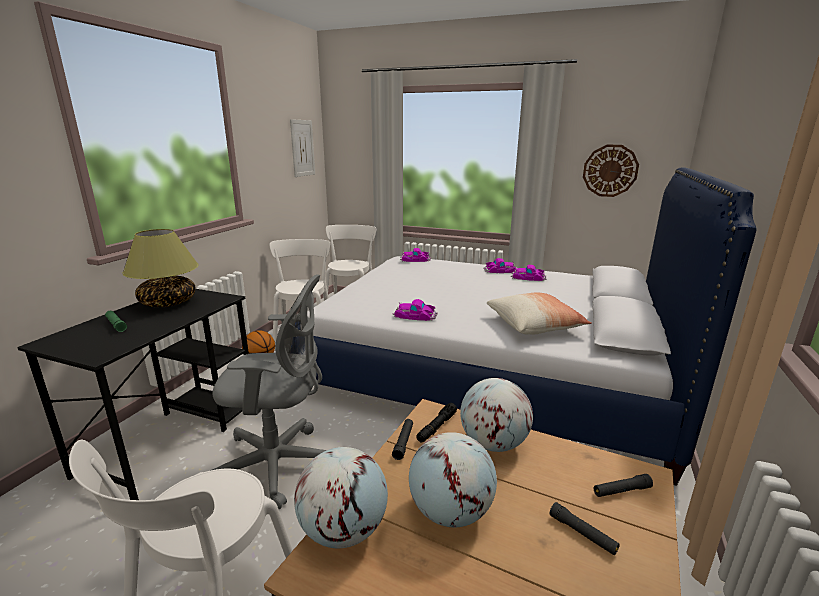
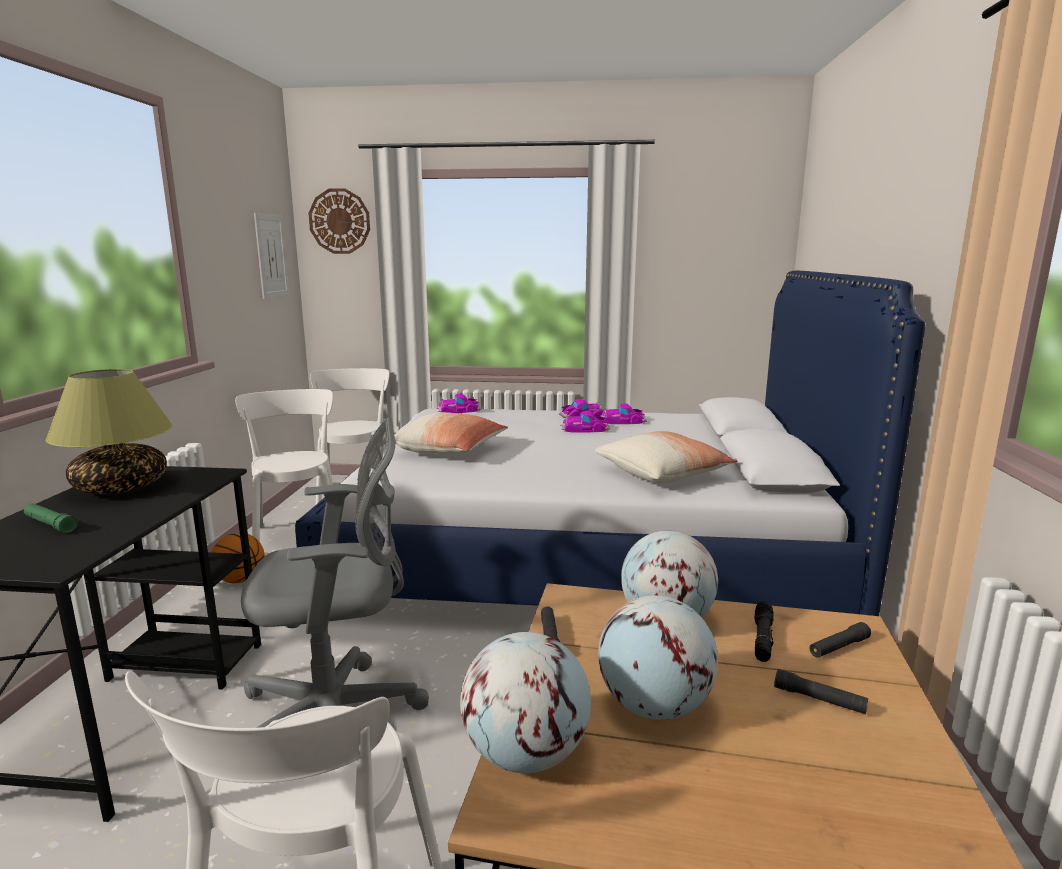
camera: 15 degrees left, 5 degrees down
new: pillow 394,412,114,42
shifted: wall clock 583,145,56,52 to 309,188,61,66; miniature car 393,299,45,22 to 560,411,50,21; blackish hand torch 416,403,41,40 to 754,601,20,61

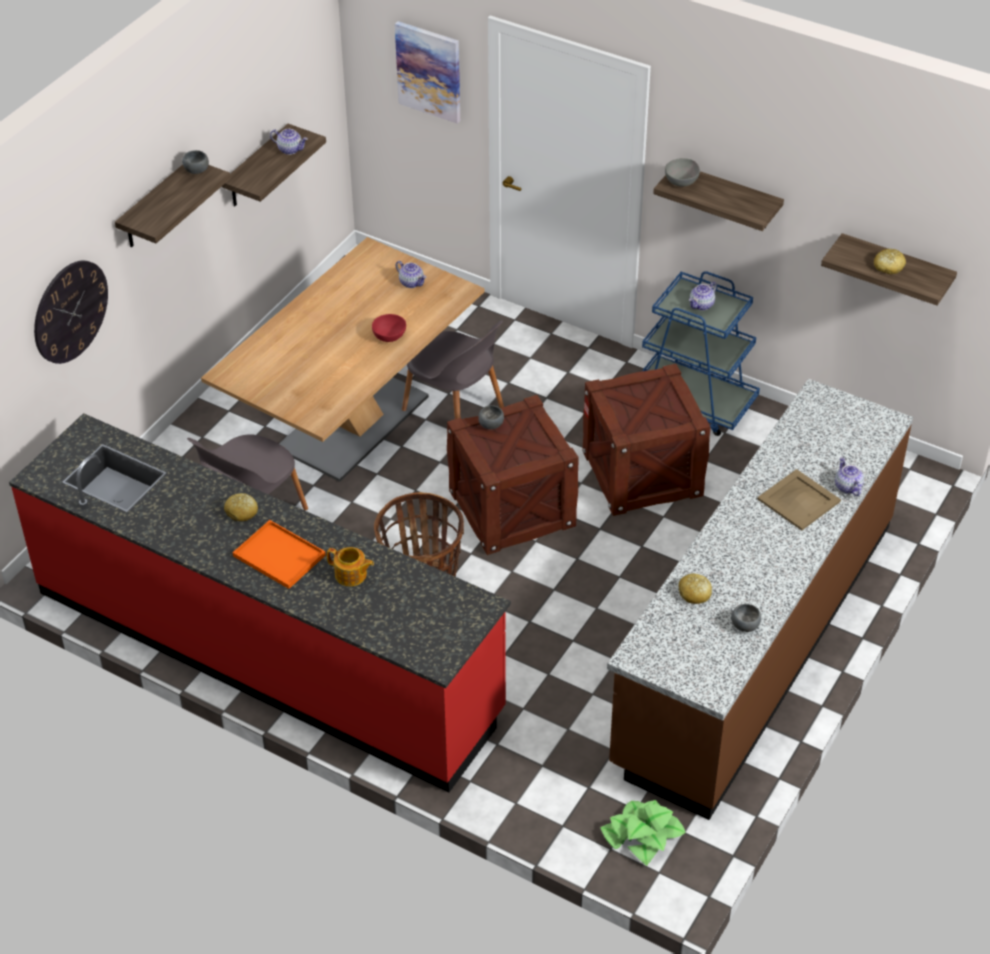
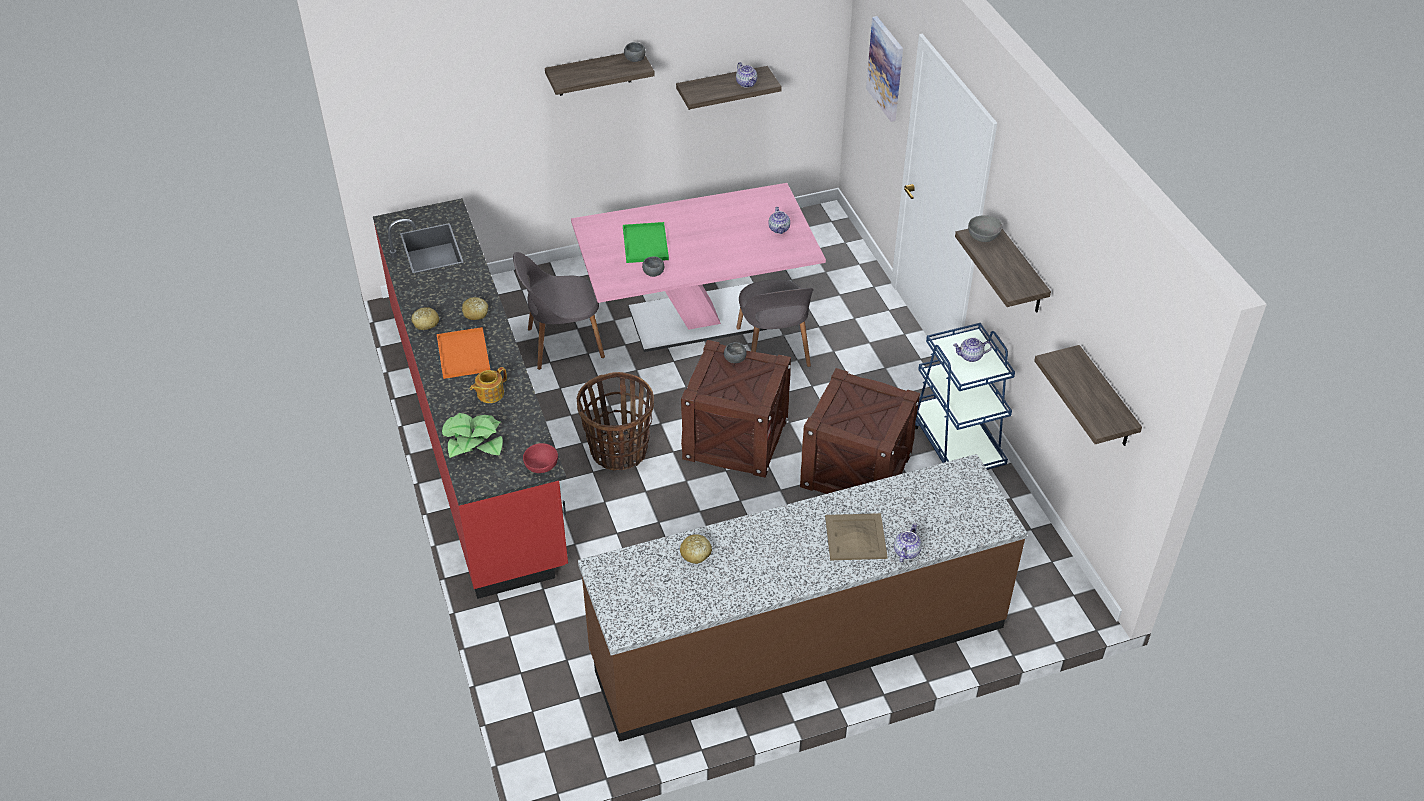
camera: 40 degrees right, 0 degrees up
gone: wall clock 34,261,74,103
new: green tray 623,222,46,41
shifted: bakery bread 874,249,32,25 to 411,307,28,23; red-coloured deep dish 372,314,34,28 to 523,443,35,30; greyish deep dish 731,604,30,28 to 642,256,22,21; houseplant 600,800,86,66 to 442,413,61,45
repainted: brownish kitchen table 201,237,284,245 to pinkish kitchen table 571,183,255,169
rotated: tea pot 327,547,47,39 = 470,367,37,36 75 degrees clockwise

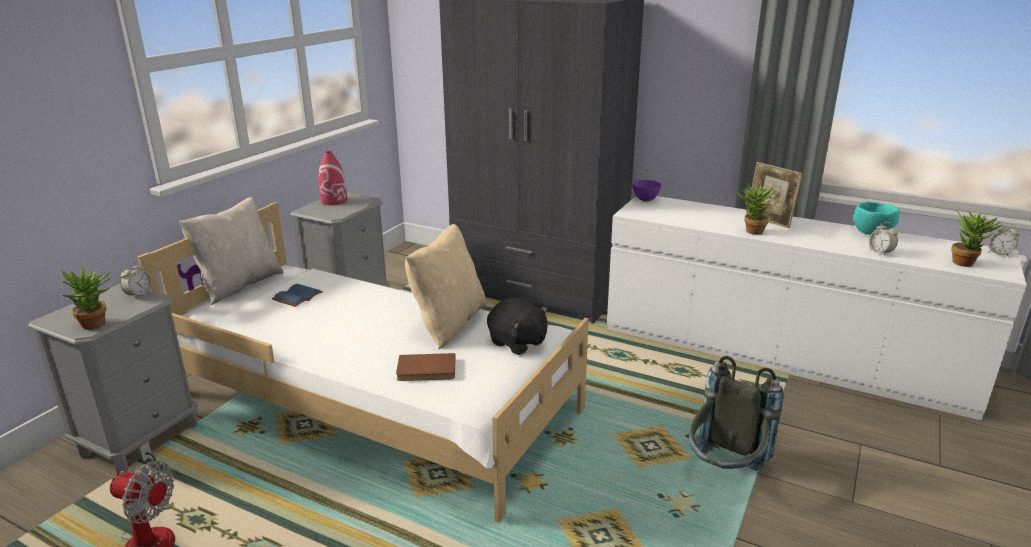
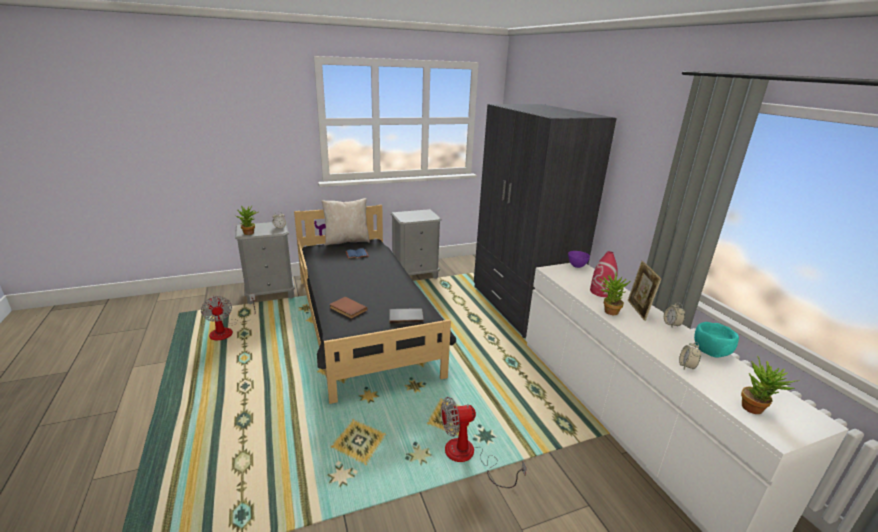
camera: 40 degrees right, 0 degrees up
gone: beige-coloured pillow 405,224,82,125
shifted: red-coloured flower vase 318,151,29,54 to 590,251,28,46; alarm clock 988,223,32,34 to 664,302,21,25
swapped: blackish plush toy 487,298,61,57 to greyish book 389,308,35,16; greyish backpack 689,356,95,115 to cooling fan 441,397,86,91
repainted: white-coloured bedroom bed 137,202,452,321 to blackish bedroom bed 294,205,162,199

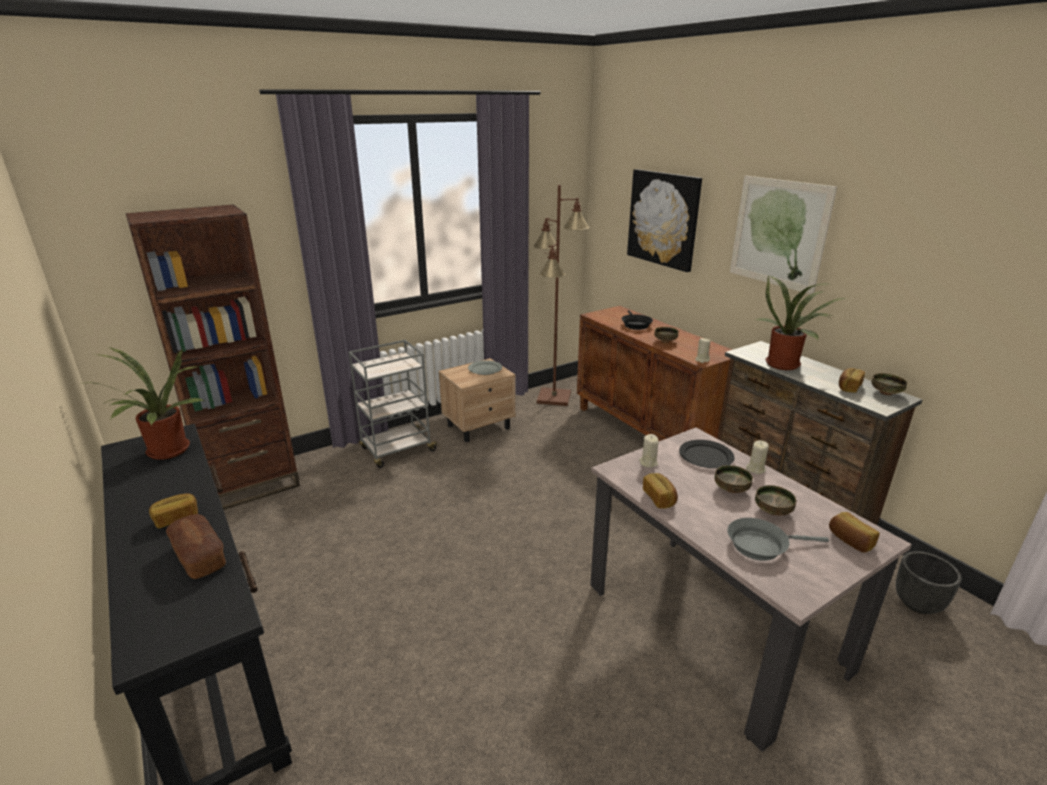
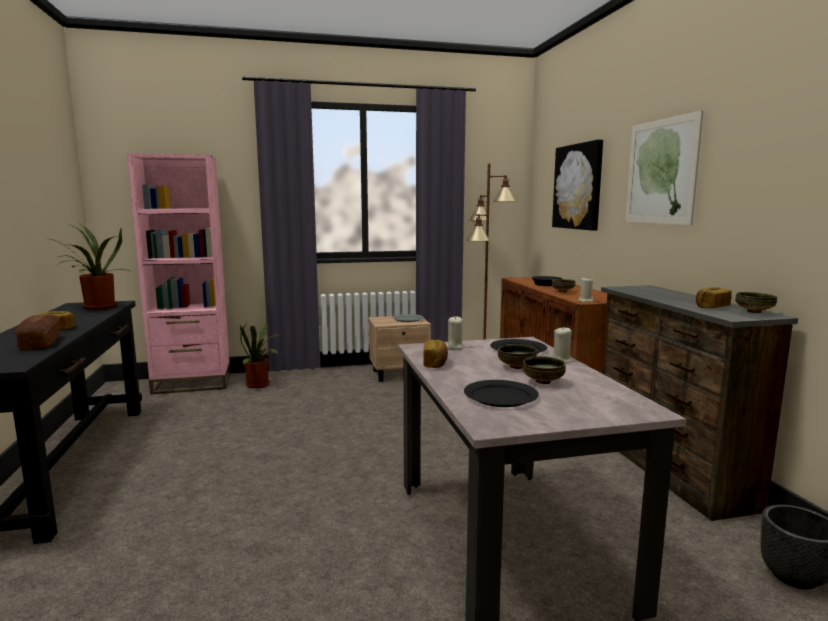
camera: 20 degrees right, 15 degrees down
gone: greyish wheeled cart 348,340,91,128; bakery bread 829,512,51,40
shifted: houseplant 755,275,90,95 to 240,321,43,67
swapped: greyish skillet 727,518,102,43 to blackish dinner plate 464,380,75,27
repainted: brownish shelving unit 125,204,175,306 to pinkish shelving unit 127,153,104,242

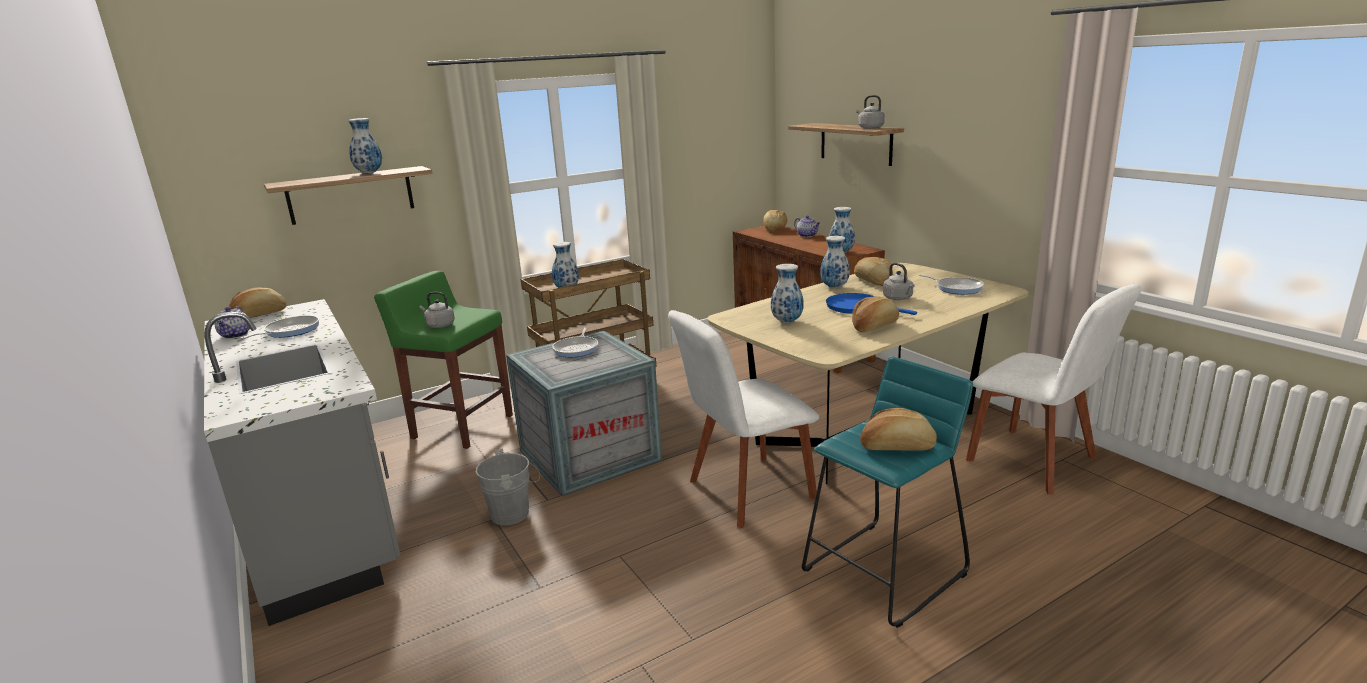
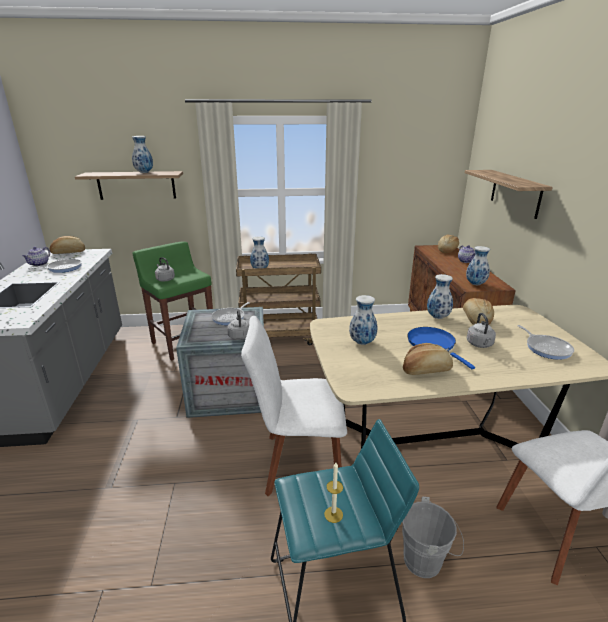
camera: 25 degrees right, 5 degrees up
shifted: greyish kettle 856,95,29,34 to 227,310,22,30; greyish water bucket 476,449,64,76 to 402,497,62,81
swapped: bakery bread 860,408,77,43 to wax light 324,463,19,60

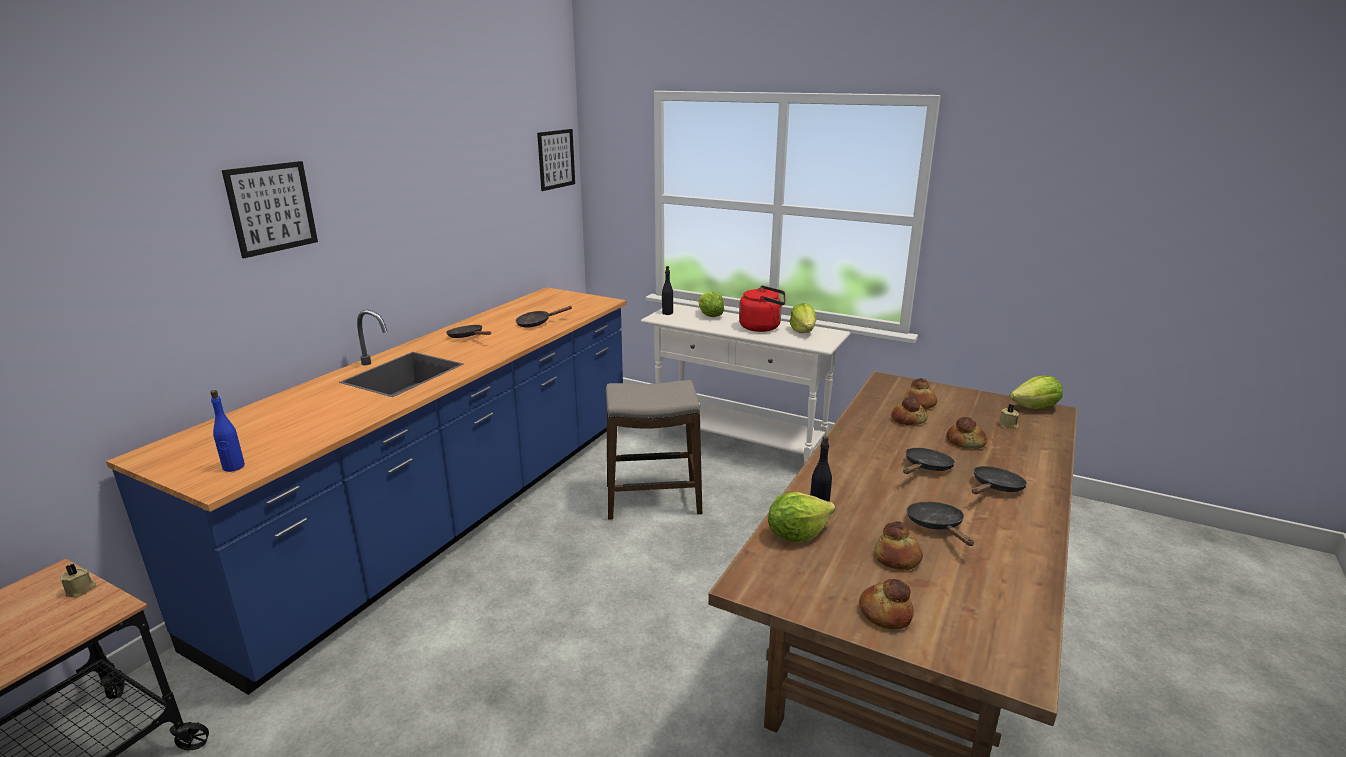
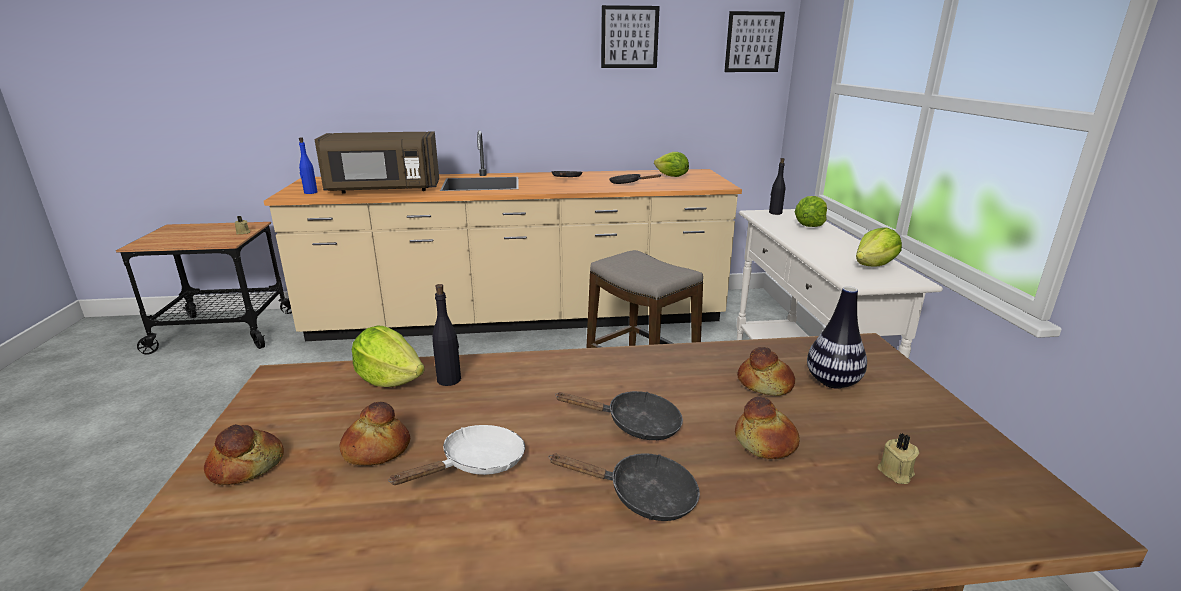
camera: 55 degrees right, 0 degrees up
gone: red-coloured kettle 739,286,46,46
new: brownish kitchen microwave 315,131,124,63
shifted: wall art 222,161,96,97 to 601,5,59,63; lettuce head 1010,376,53,33 to 654,152,35,25
swapped: bakery bread 904,378,33,31 to flower vase 807,286,60,103
repainted: blue kitchen counter 106,287,521,408 to beige-coloured kitchen counter 264,131,478,210; blackish skillet 907,502,67,44 to white-coloured skillet 388,425,137,60

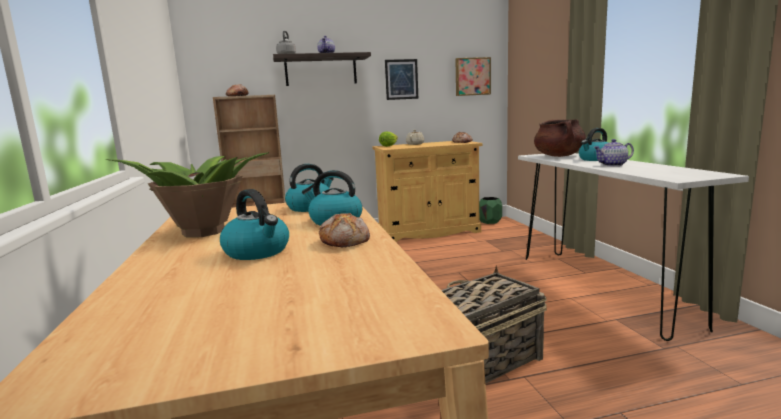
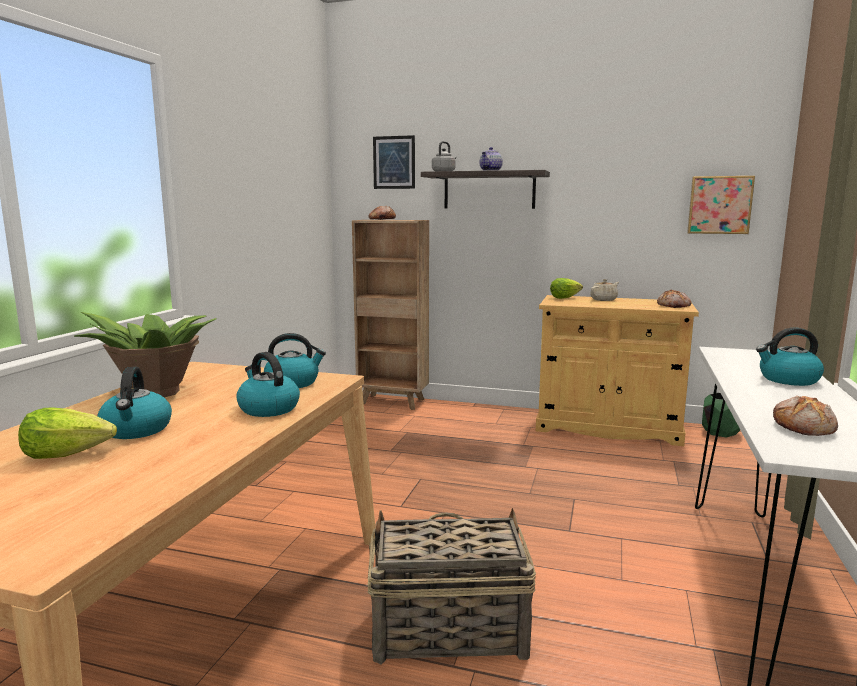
camera: 30 degrees right, 0 degrees up
gone: brownish cooking pot 534,119,52,38; tea pot 593,139,41,27
new: lettuce head 18,407,99,52
shifted: wall art 385,59,33,41 to 373,135,42,54; bakery bread 319,213,51,34 to 773,396,65,40

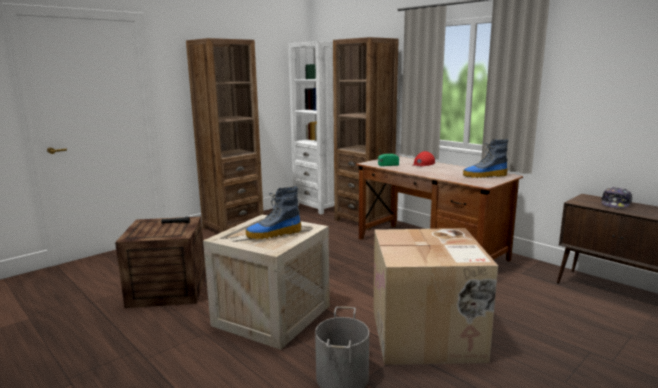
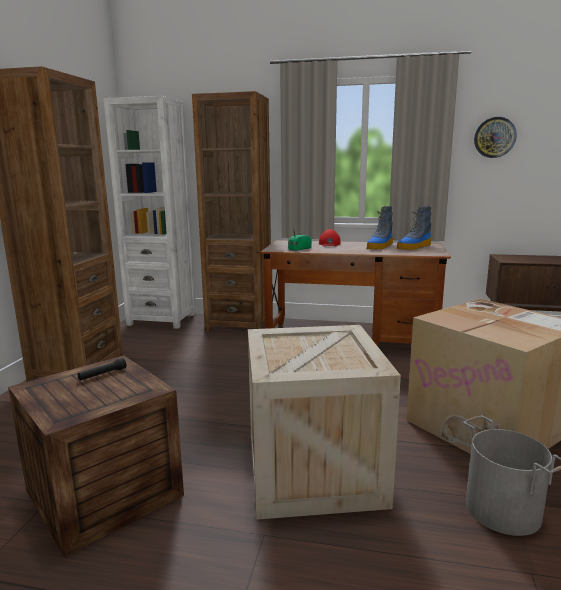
camera: 35 degrees left, 0 degrees up
gone: peaked cap 601,187,31,21
new: wall clock 474,117,43,41
shifted: tall boot 246,186,55,54 to 367,206,26,44

